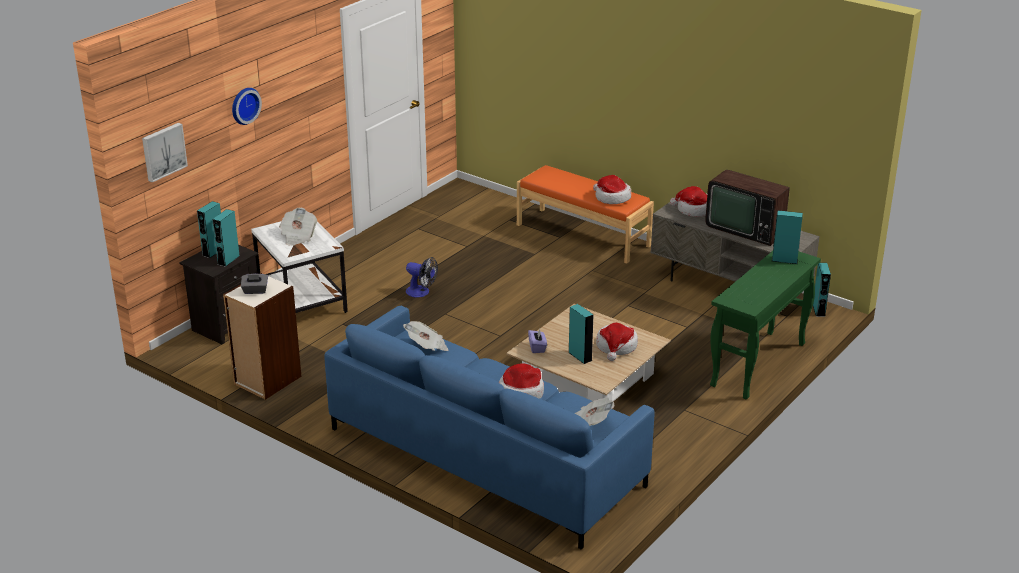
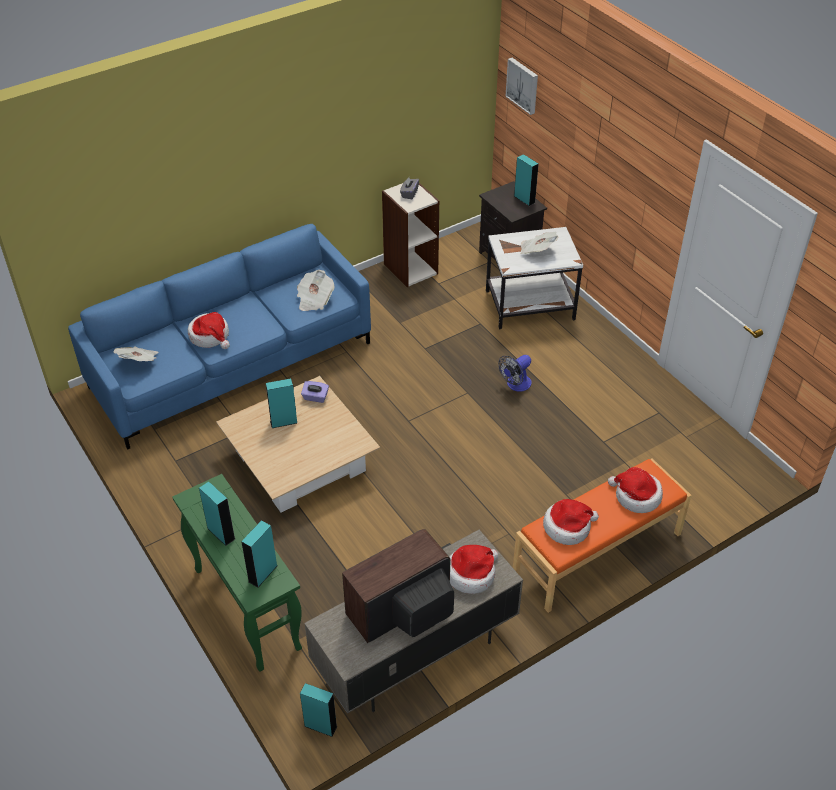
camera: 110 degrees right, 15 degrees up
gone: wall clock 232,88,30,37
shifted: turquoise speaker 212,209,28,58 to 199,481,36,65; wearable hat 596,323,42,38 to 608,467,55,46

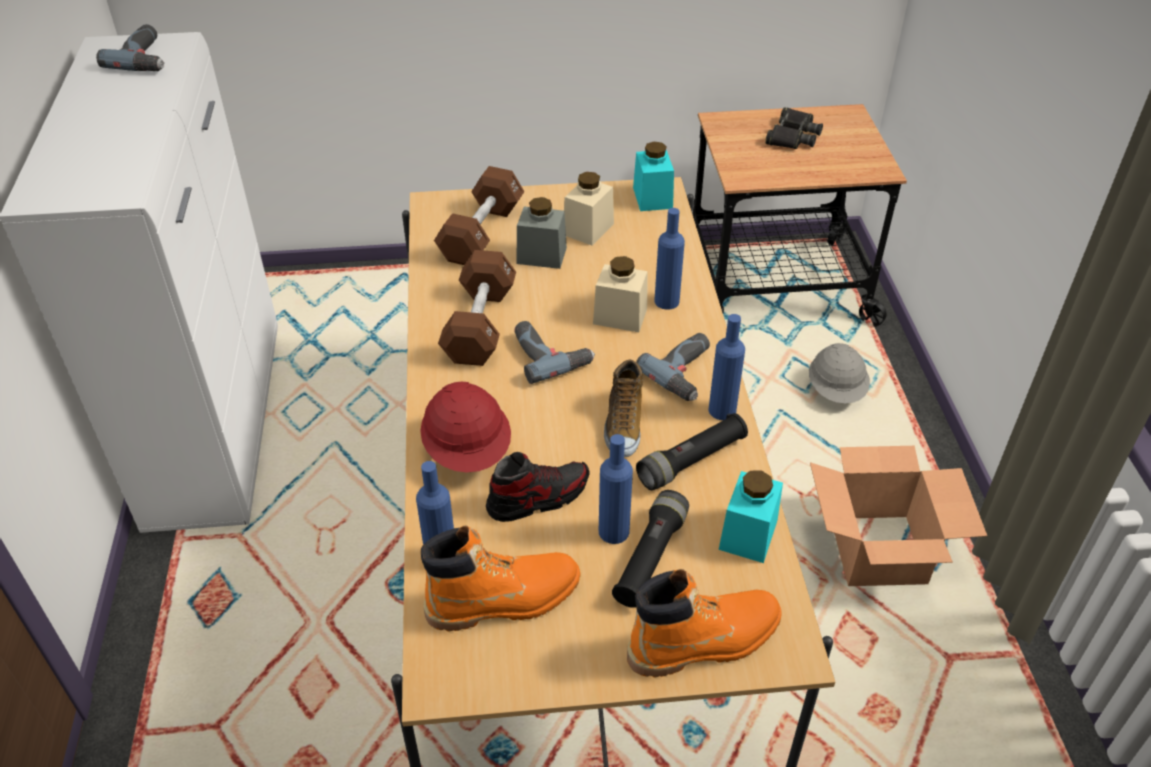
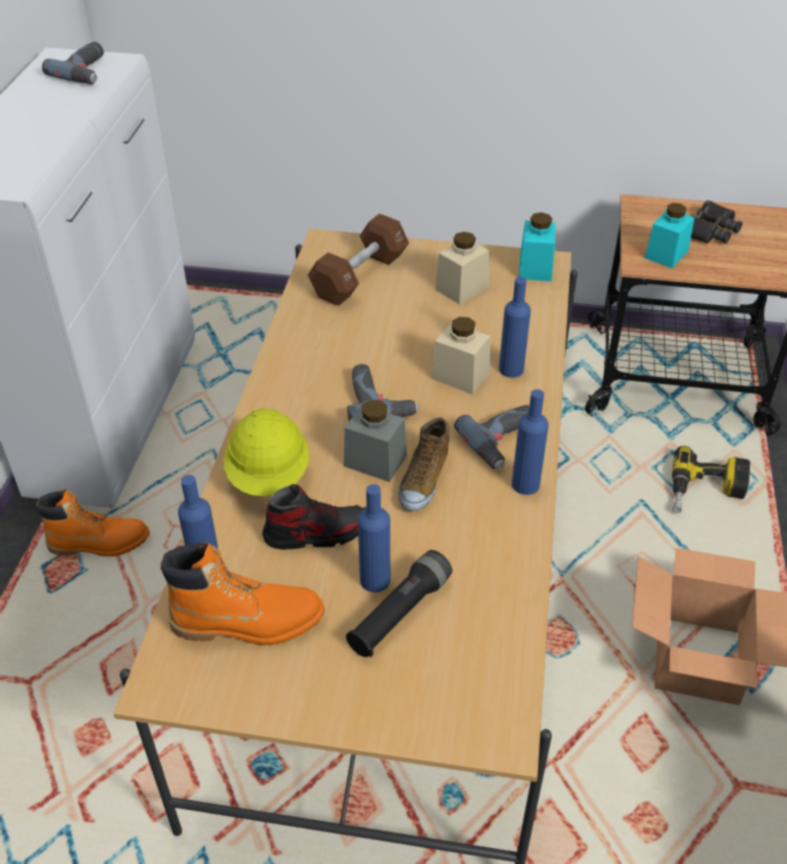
camera: 15 degrees right, 0 degrees up
gone: brownish hand weight 438,250,78,116; blackish hand torch 636,413,112,77
shifted: greyish jar 517,197,50,72 to 344,400,63,82; turquoise jar 719,470,64,93 to 645,203,50,65; orangey tall boot 627,569,155,108 to 36,489,114,68
swapped: greyish safety helmet 809,343,61,60 to drill 672,446,78,67
repainted: red-coloured safety helmet 420,382,91,91 to yellow safety helmet 223,409,86,87

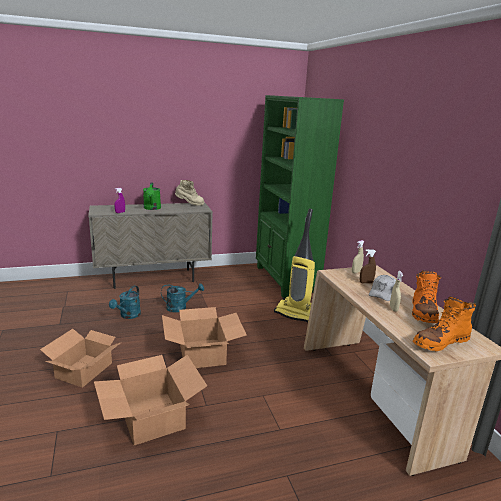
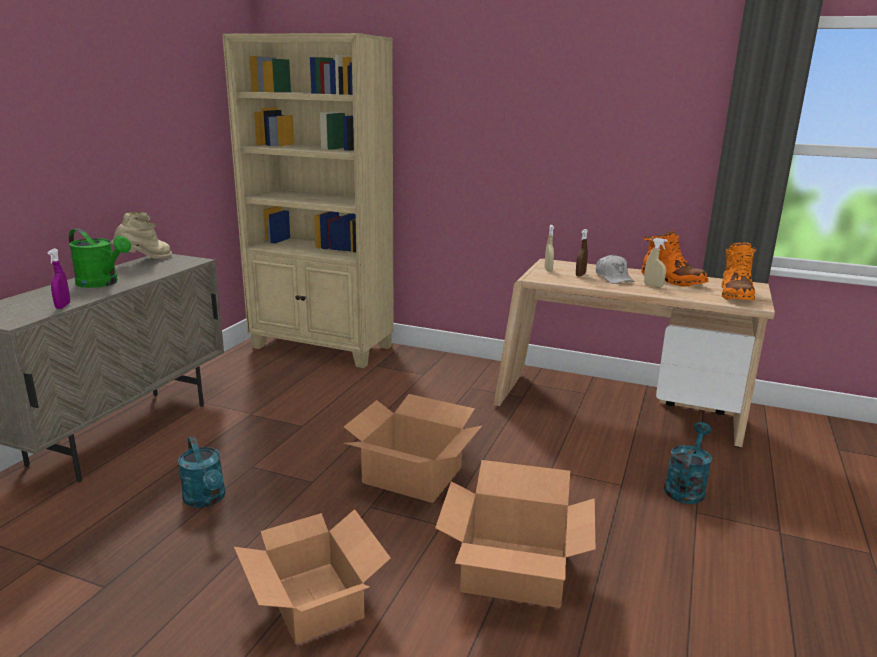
camera: 50 degrees left, 0 degrees up
gone: vacuum 274,209,41,113
shifted: turquoise watering can 161,283,43,29 to 664,422,48,82
repainted: green shelving unit 256,95,88,203 to beige-coloured shelving unit 222,33,172,335

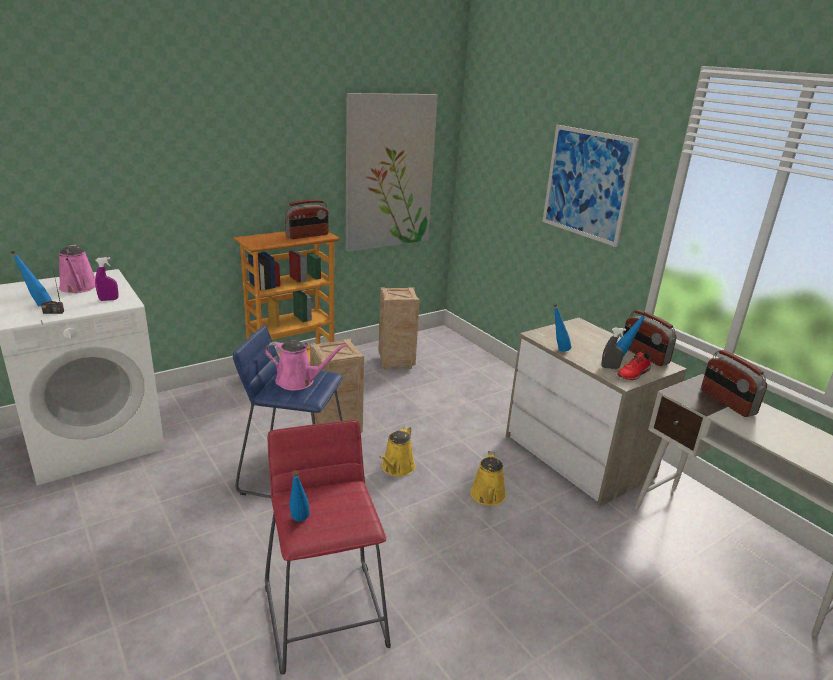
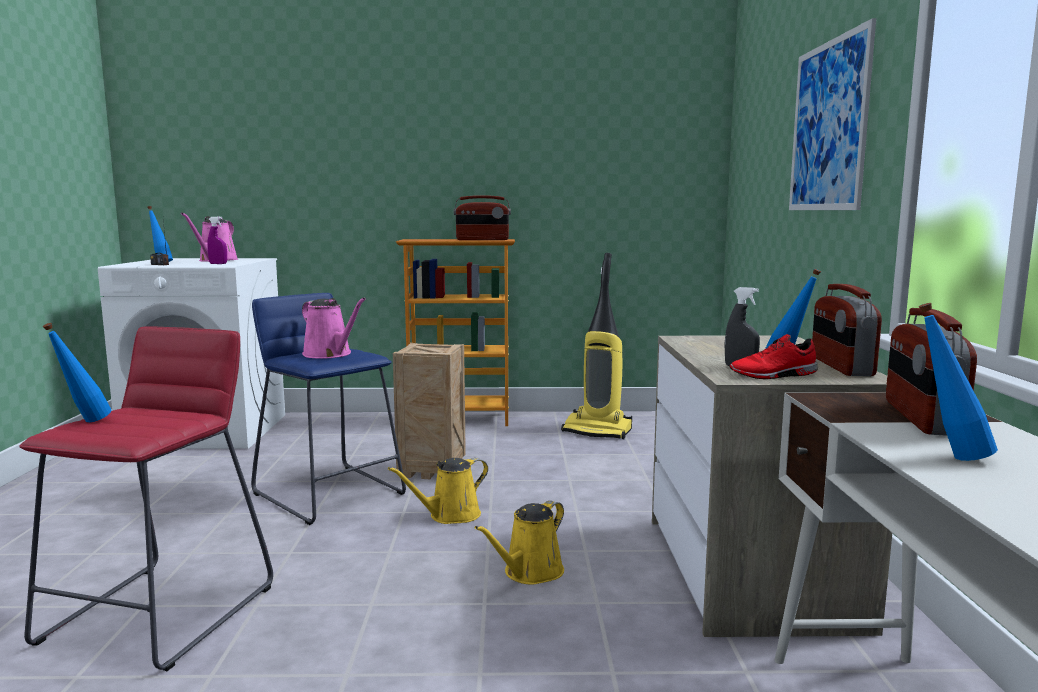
camera: 35 degrees right, 15 degrees down
gone: wall art 345,93,93,159
shifted: blue beverage bottle 553,303,18,49 to 919,303,79,158
swapped: packing crate 378,287,42,83 to vacuum 561,253,71,186

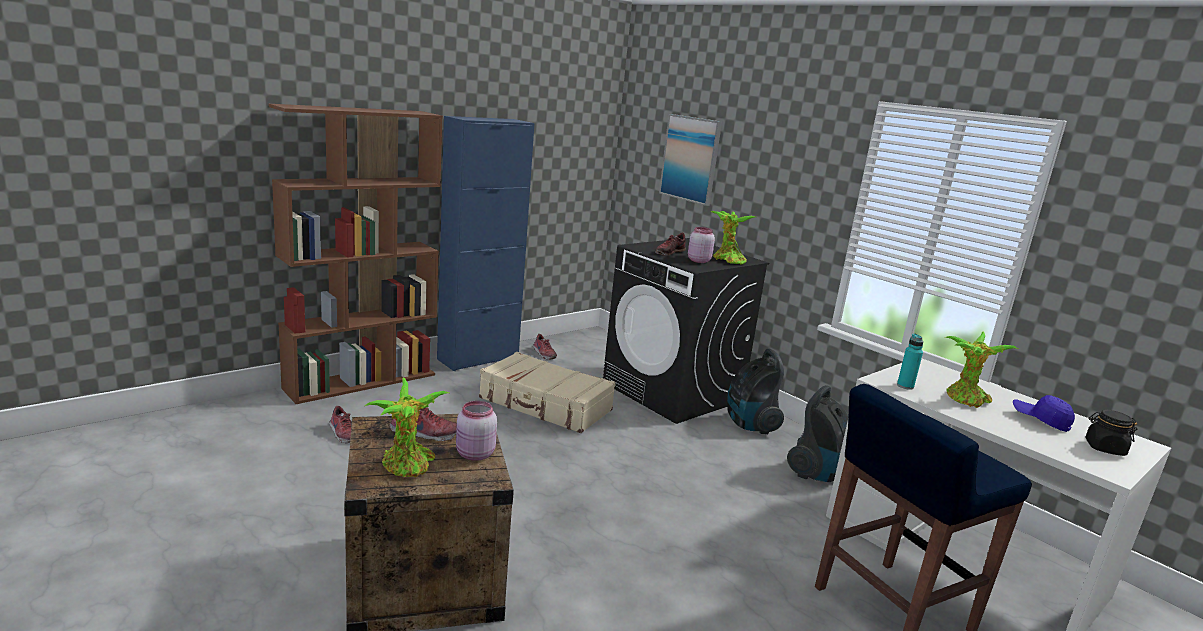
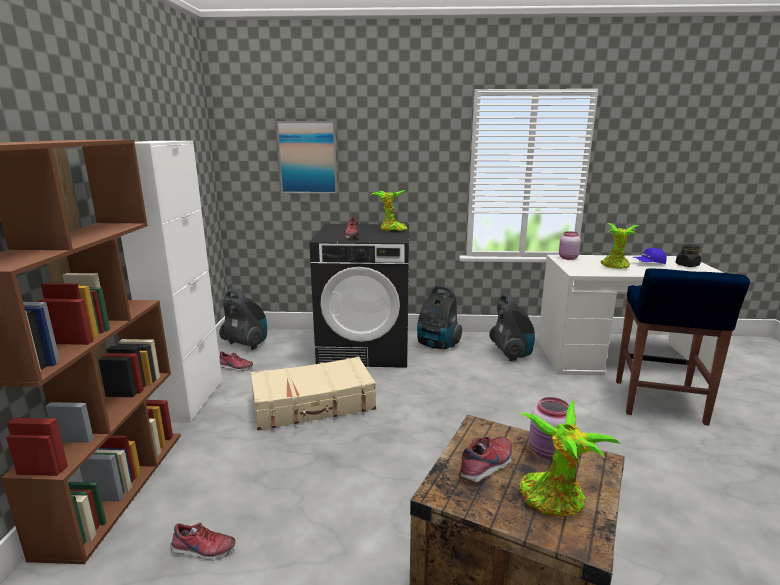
camera: 45 degrees left, 0 degrees up
gone: turquoise beverage bottle 897,334,26,56
new: vacuum 219,288,48,62
shifted: pinkish jar 688,227,27,36 to 559,231,22,29
repainted: blue storage cabinet 437,116,98,255 to white-coloured storage cabinet 121,141,101,282

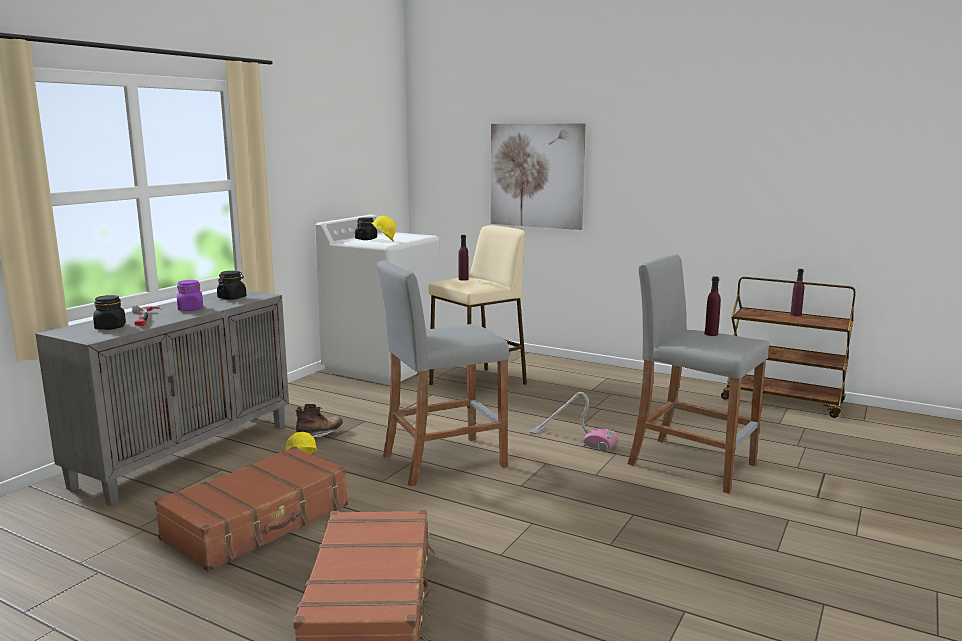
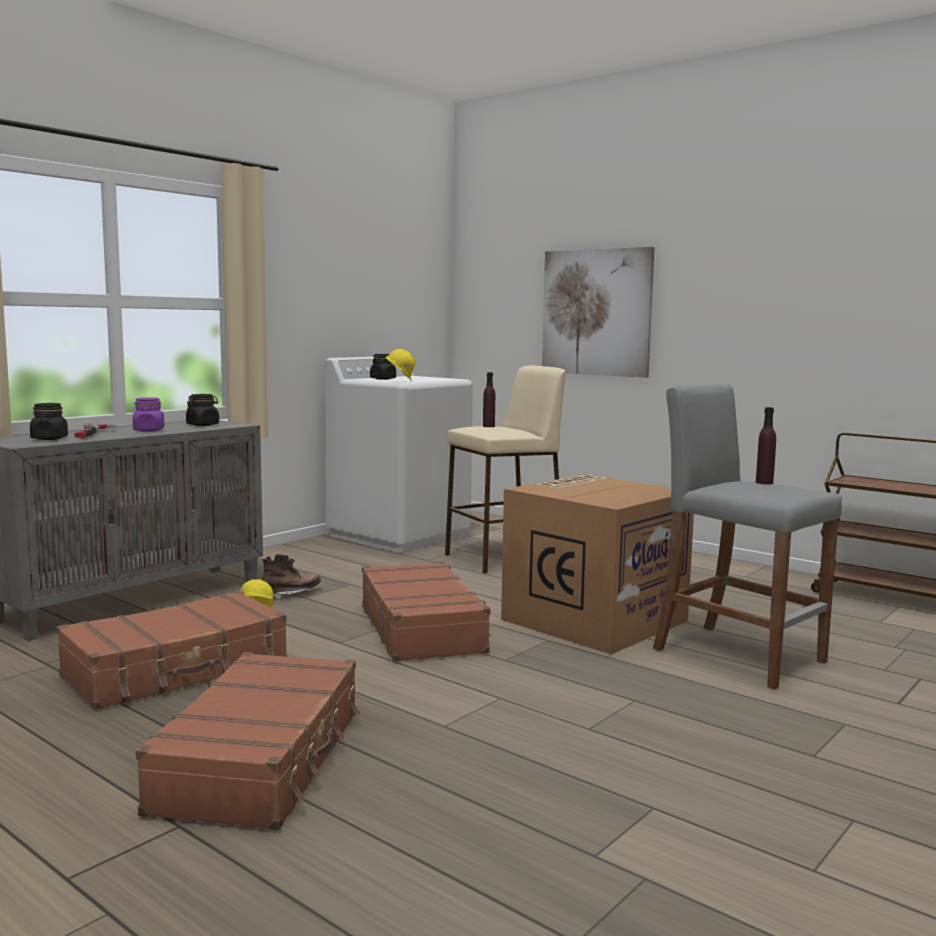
camera: 10 degrees right, 5 degrees down
gone: purple beverage bottle 790,269,14,47
swapped: greyish stool seat 377,260,132,226 to brownish travel case 362,561,130,101; vacuum 529,392,89,60 to packing box 501,474,193,180

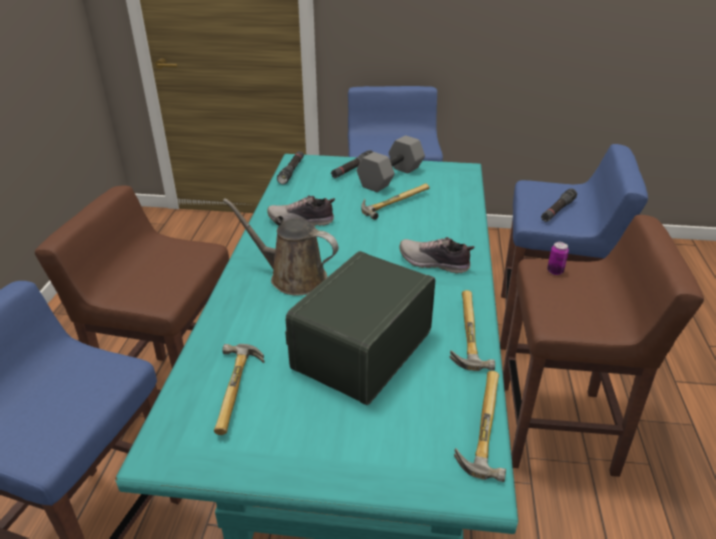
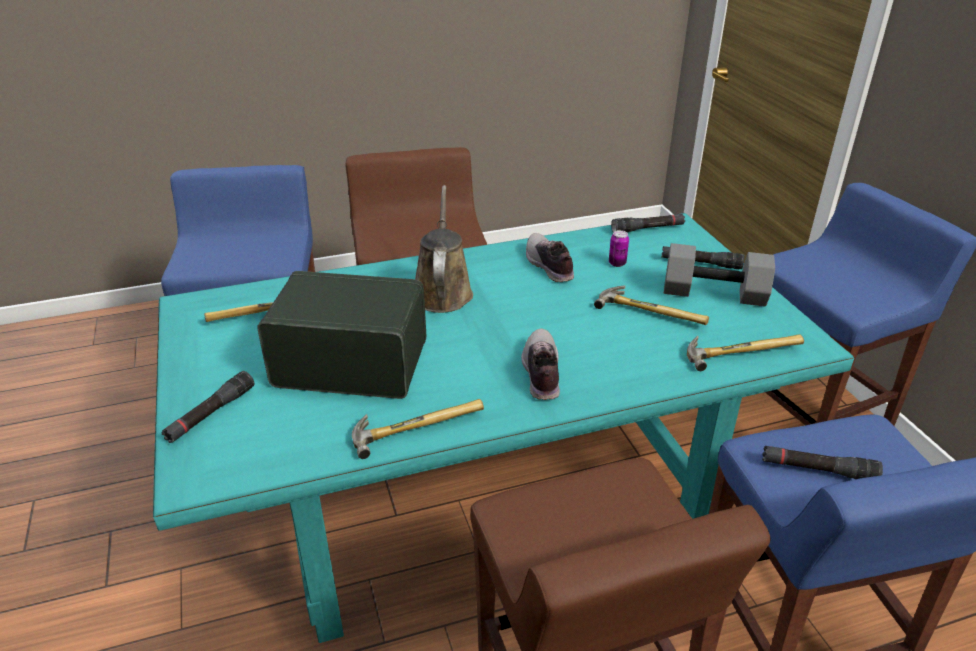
camera: 65 degrees right, 0 degrees up
new: blackish hand torch 162,371,92,72
shifted: metal can 547,242,22,33 to 609,230,20,37; tool hammer 454,371,52,111 to 687,334,117,37

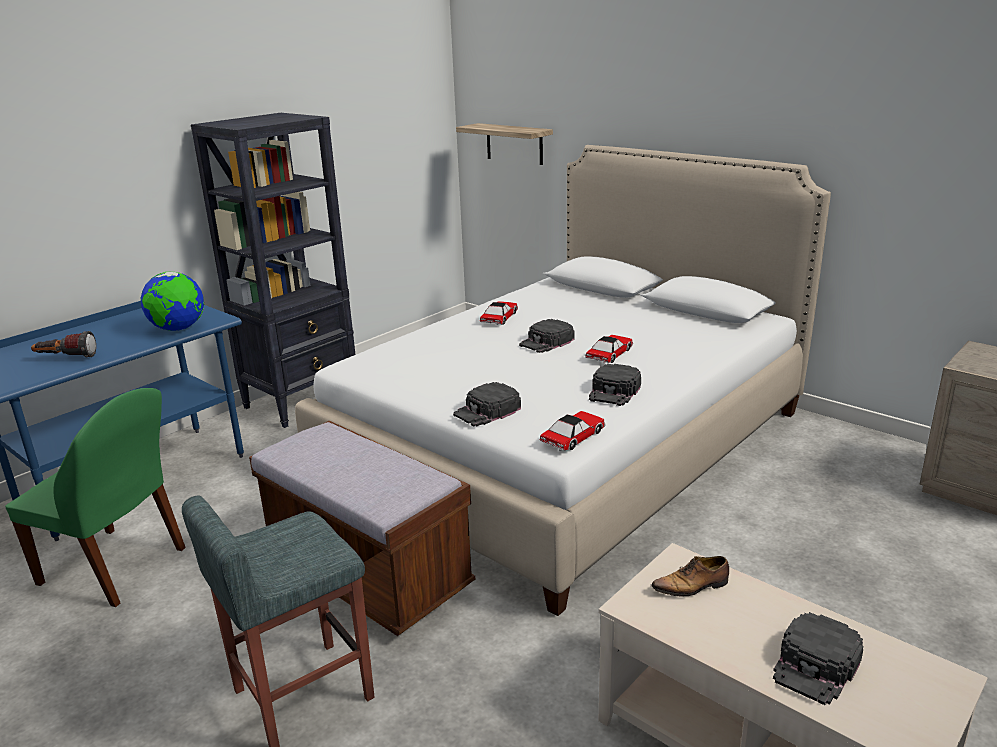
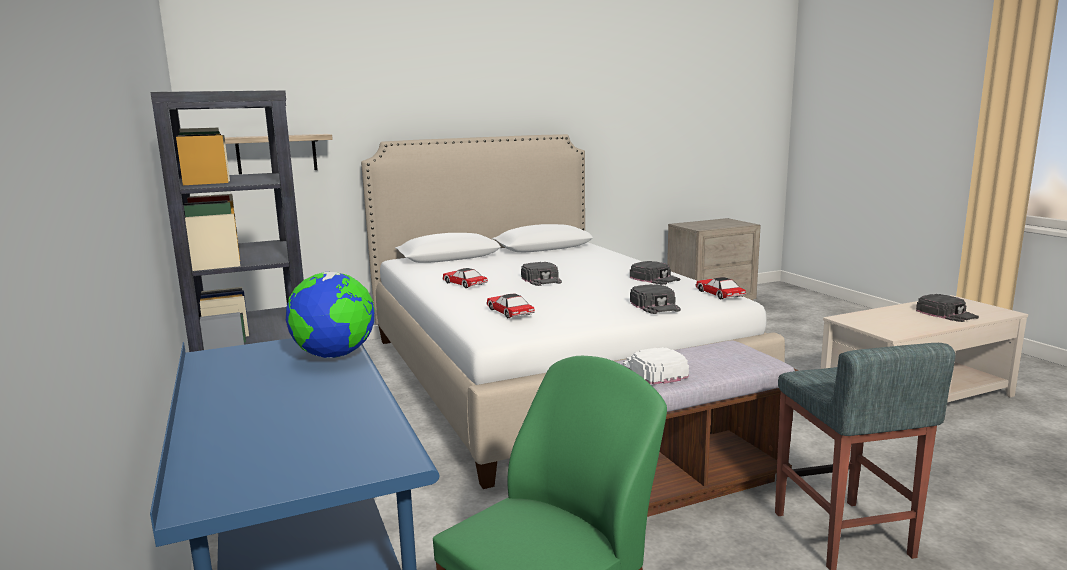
camera: 65 degrees left, 10 degrees down
gone: hand torch 31,331,65,26; item of footwear 651,556,78,40
new: white-coloured peaked cap 623,347,66,38
shifted: miniature car 585,335,48,28 to 486,294,49,24

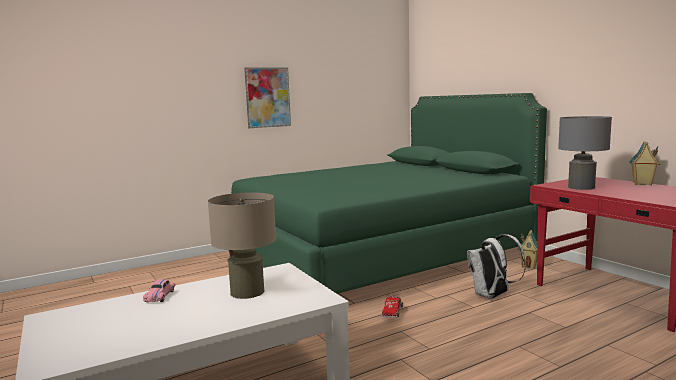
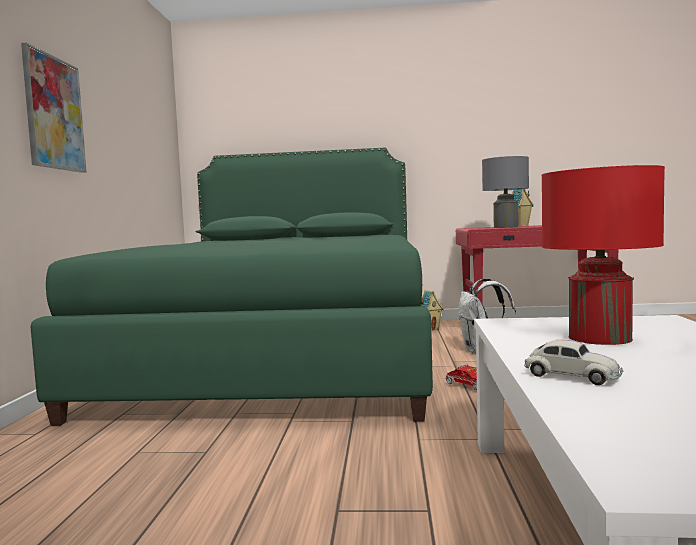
camera: 55 degrees left, 5 degrees down
repainted: beige-coloured table lamp 208,192,68,107 to red-coloured table lamp 542,165,123,180; pinkish miniature car 143,279,32,23 to white-coloured miniature car 524,340,100,45

